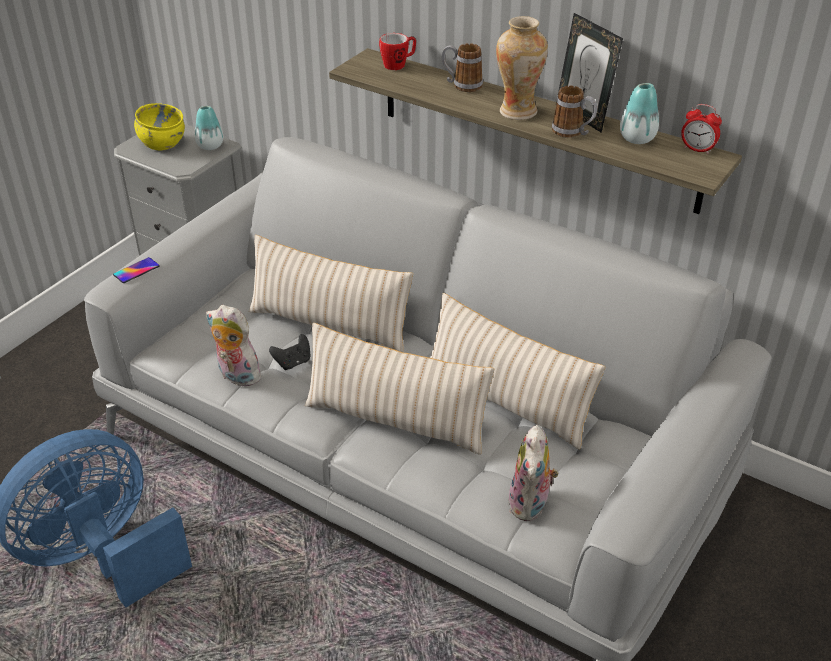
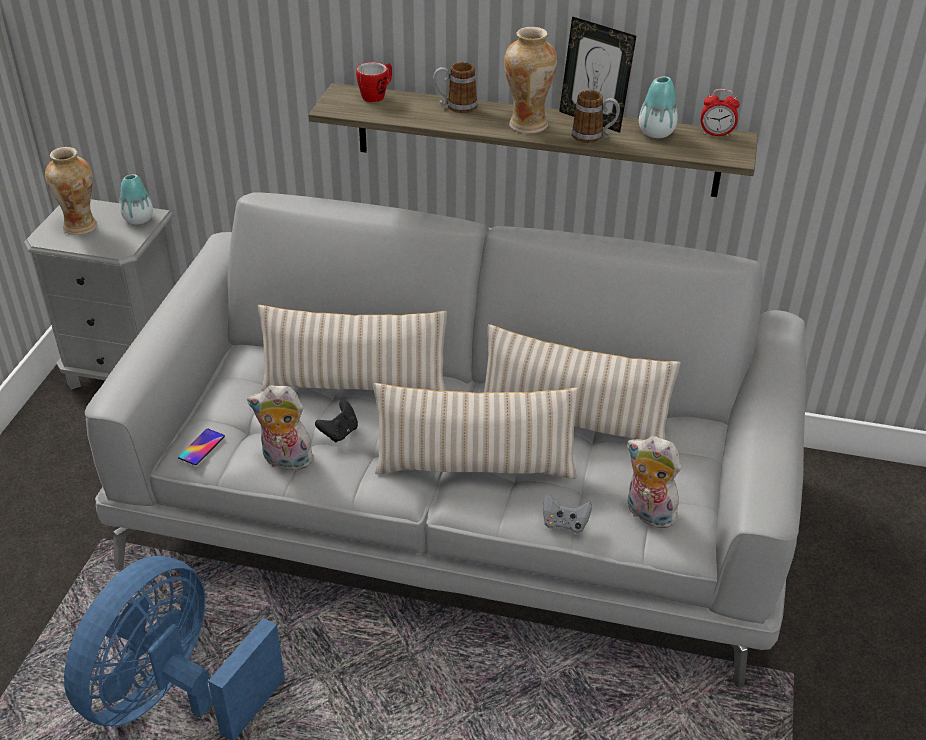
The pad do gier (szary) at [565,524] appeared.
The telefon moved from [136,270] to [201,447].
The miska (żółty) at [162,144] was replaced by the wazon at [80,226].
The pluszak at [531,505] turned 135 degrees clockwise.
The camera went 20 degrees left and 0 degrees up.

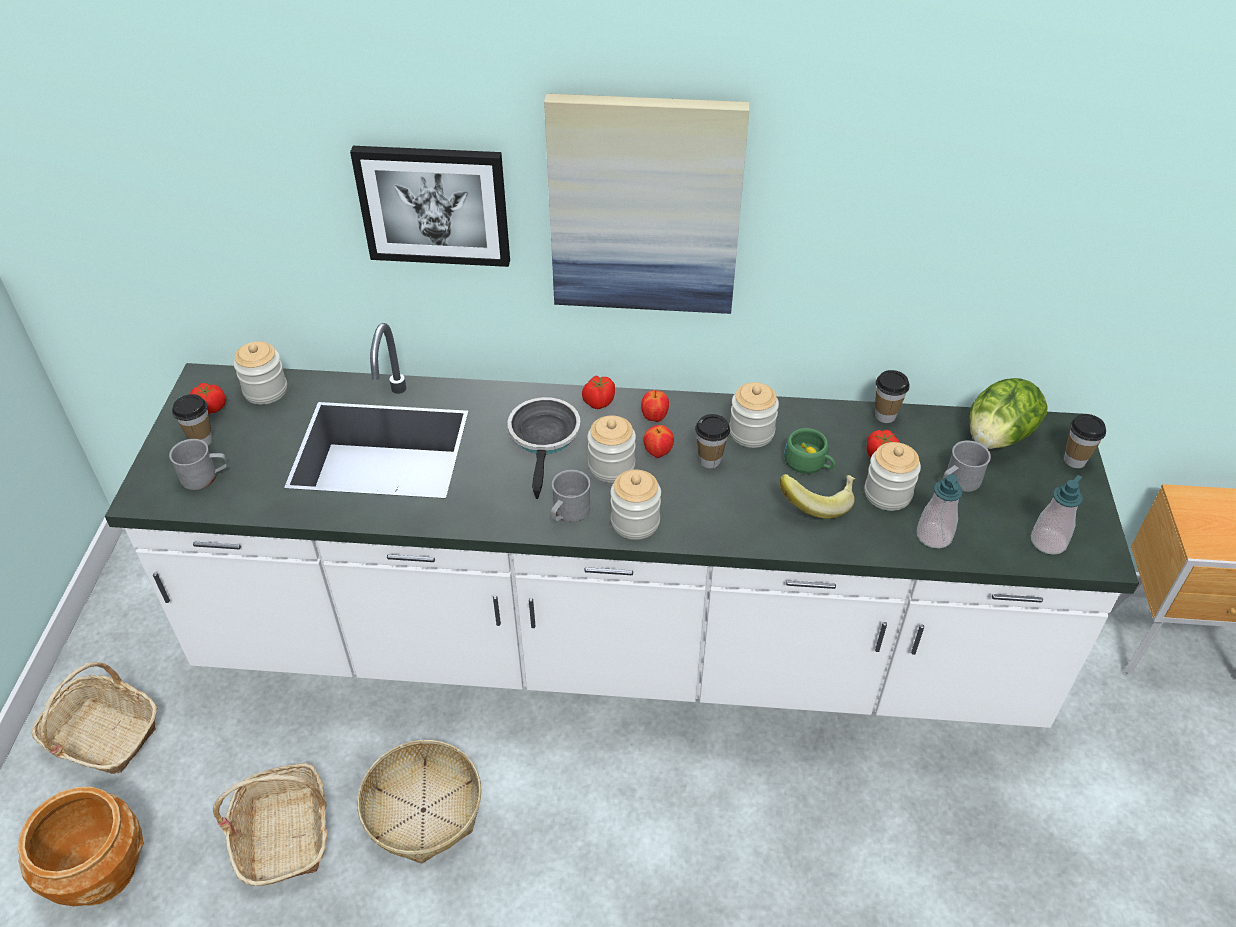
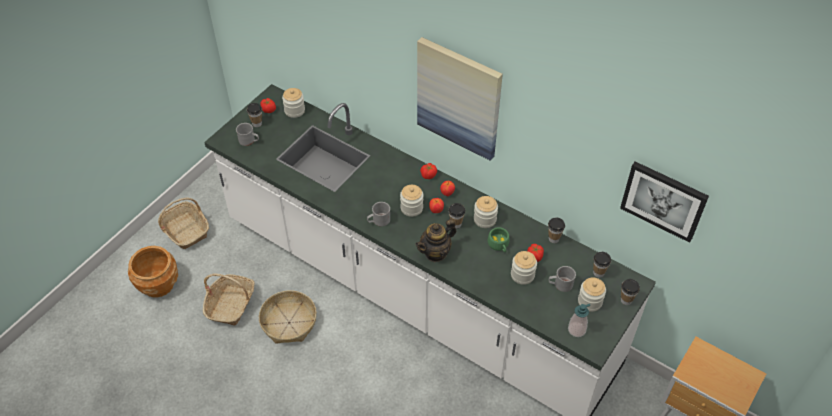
The patelnia at [545,439] disappeared.
The banan at [817,502] disappeared.
The dozownik mydła at [934,536] disappeared.
The imbryk at [436,252] appeared.
The obraz moved from [434,204] to [663,200].
The słoik moved from [635,522] to [590,301].
The sałata at [997,437] was replaced by the filiżanka at [598,273].
The camera went 30 degrees right and 5 degrees up.

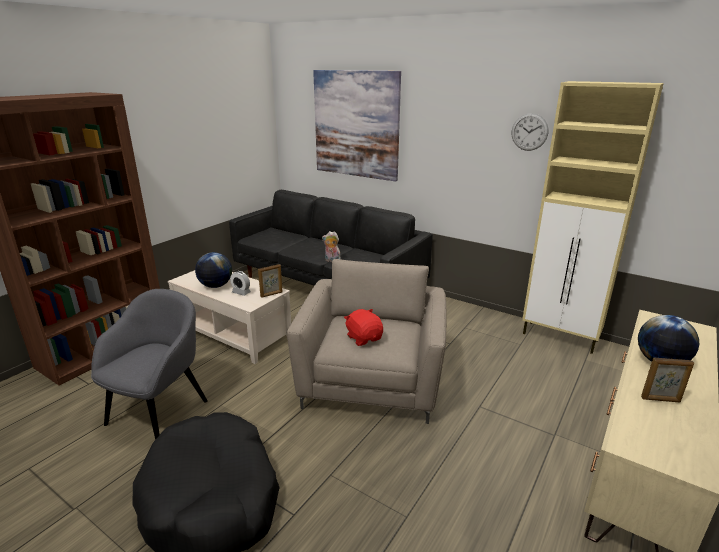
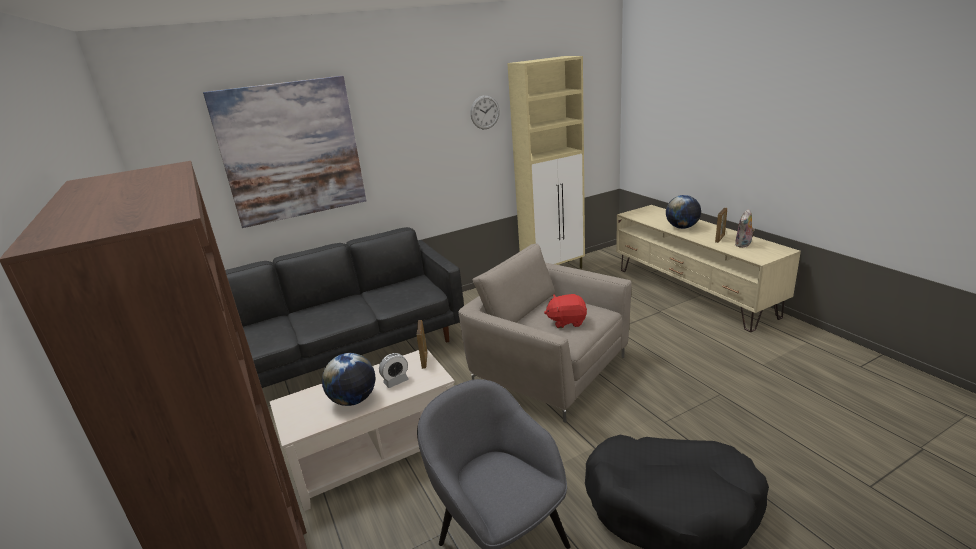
The pluszak moved from [332,261] to [744,245].
The camera went 60 degrees left and 0 degrees up.

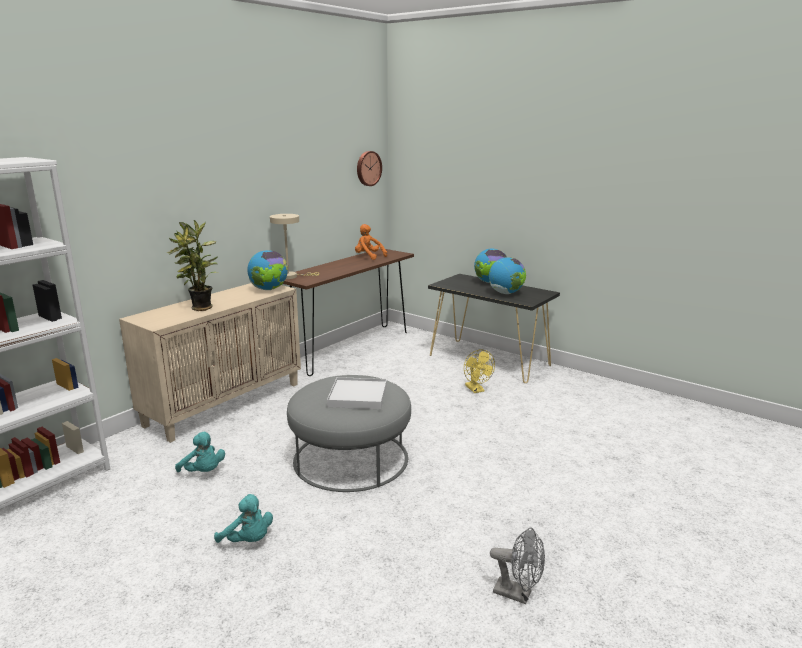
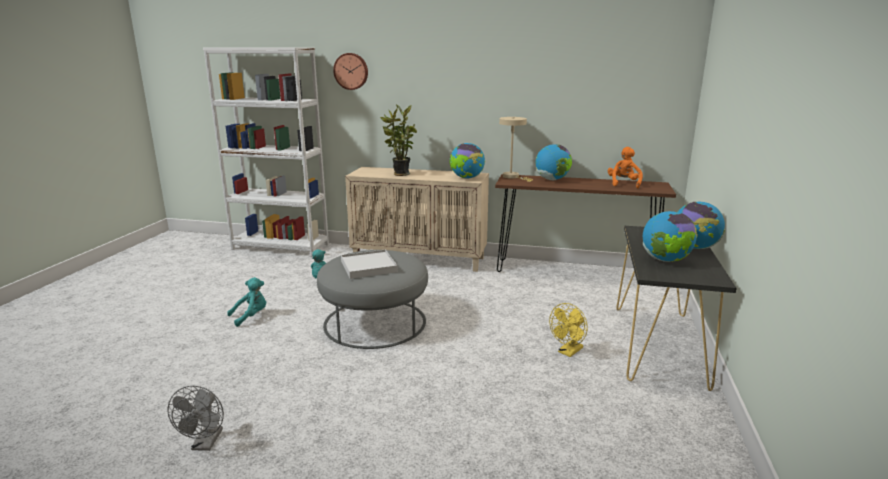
The globus at [552,180] appeared.
The zegar ścienny moved from [368,168] to [351,71].
The pluszak (turkusowy) at [248,541] turned 135 degrees counterclockwise.
The camera went 65 degrees right and 0 degrees up.

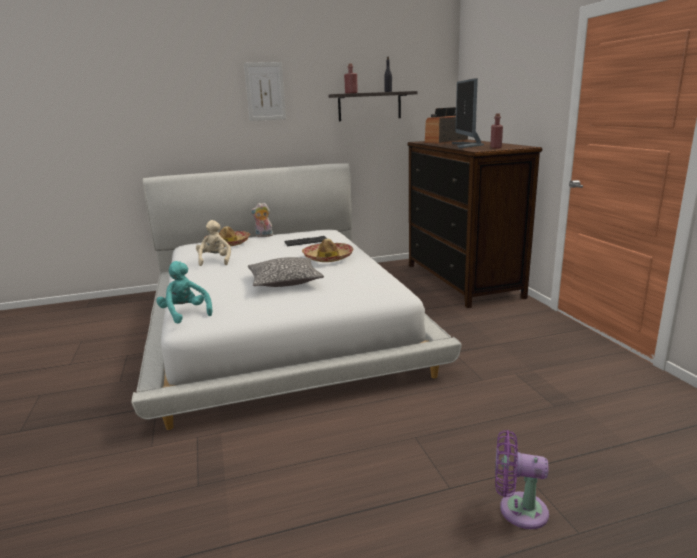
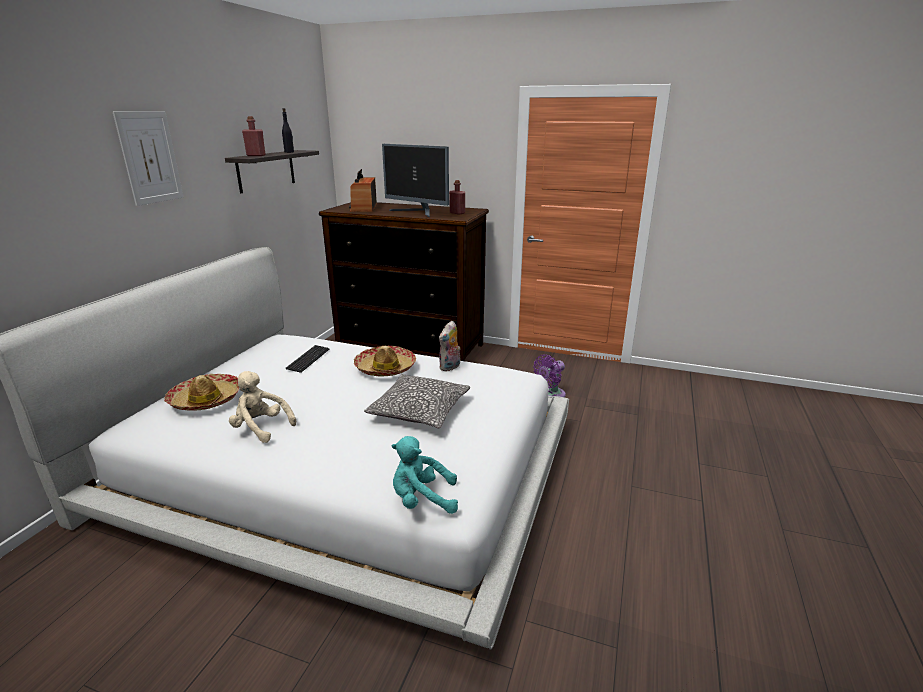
The pluszak moved from [263,236] to [450,367].
The wentylator (fioletowy) moved from [517,509] to [550,395].
The camera went 55 degrees left and 5 degrees up.

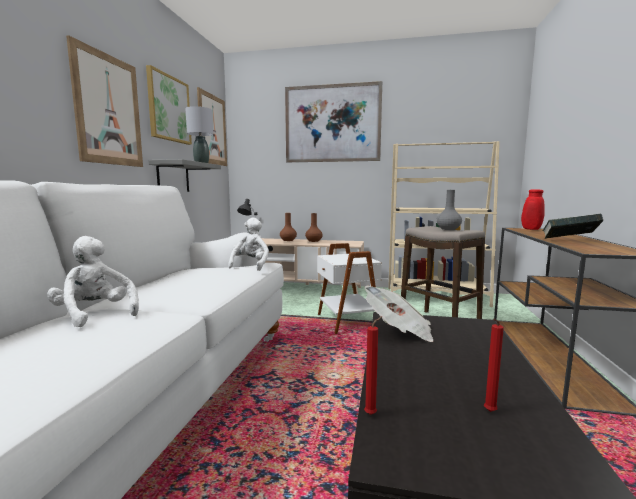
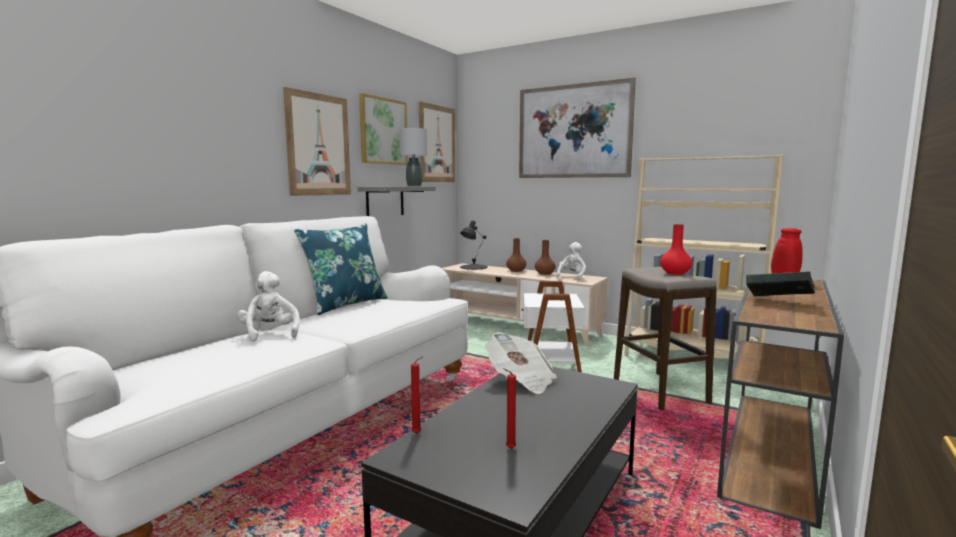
The poduszka (niebieski) at [345,304] appeared.
The pluszak (biały) moved from [250,265] to [572,277].
The wazon (szary) at [448,229] became the wazon (czerwony) at [675,273].
The camera went 20 degrees right and 0 degrees up.

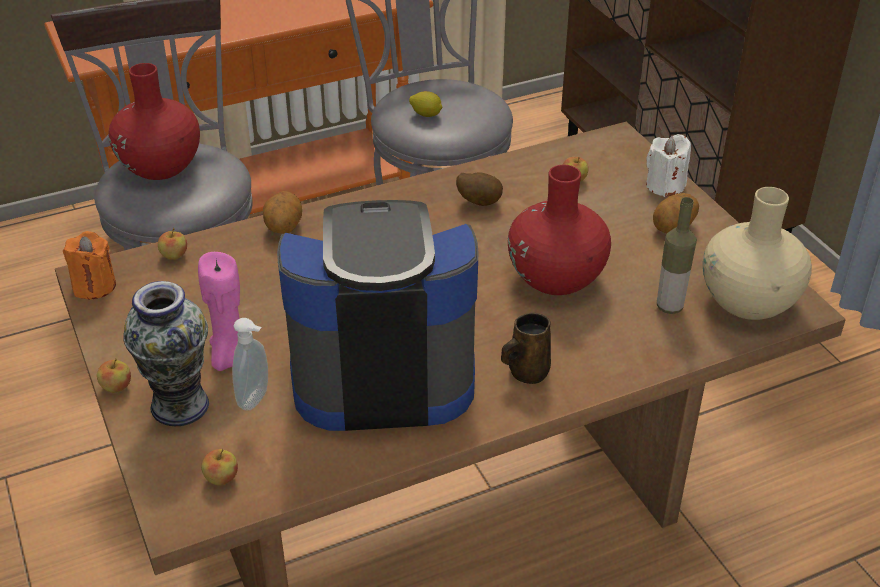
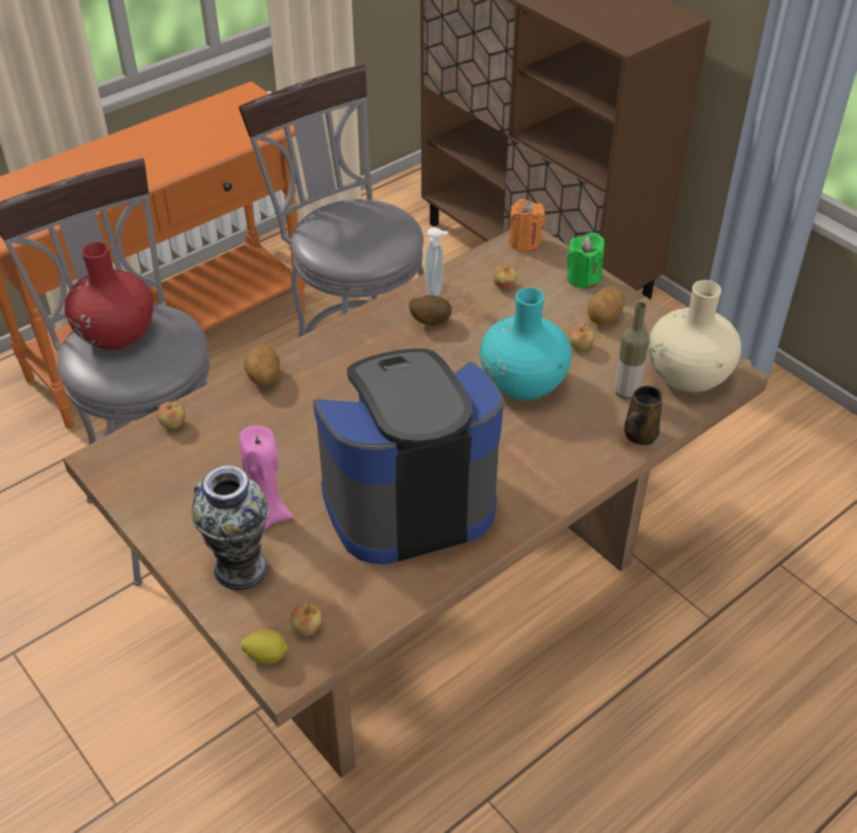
The świeca (pomarańczowy) moved from [94,286] to [524,242].
The jabłko moved from [116,387] to [580,346].
The dozownik mydła moved from [256,399] to [436,290].
The cytryna moved from [426,114] to [266,656].
The kubek (brązowy) moved from [526,372] to [639,435].
The wazon (czerwony) at [556,278] became the wazon (turkusowy) at [523,383].
The świeca (biały) at [665,186] became the świeca (zielony) at [583,278].
The camera went 15 degrees left and 5 degrees up.

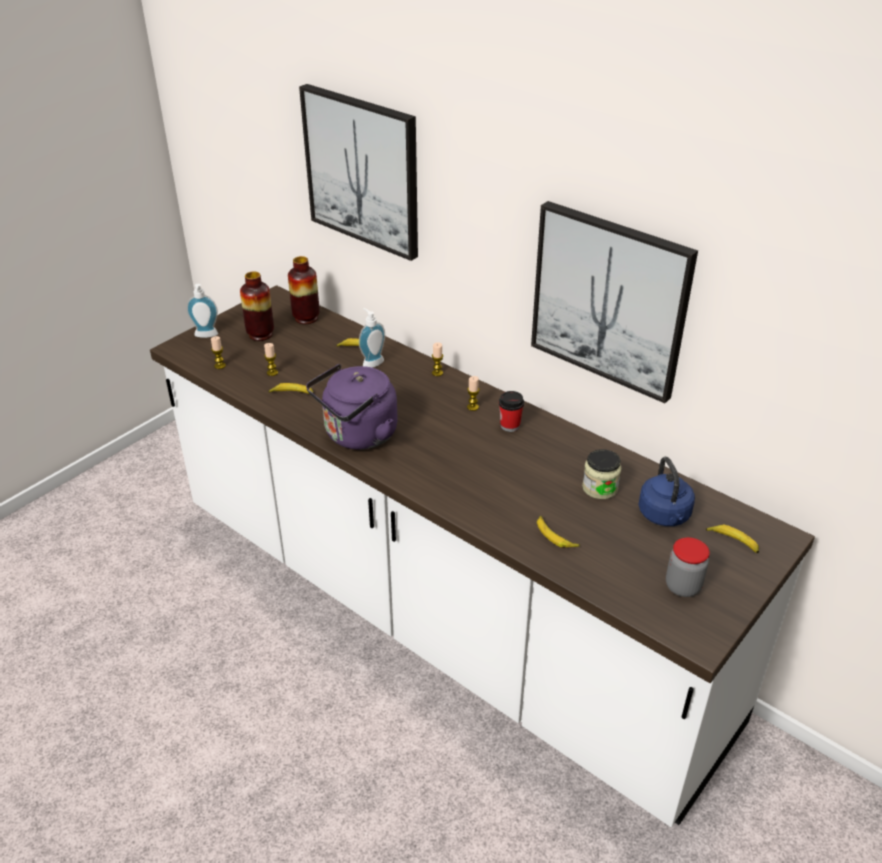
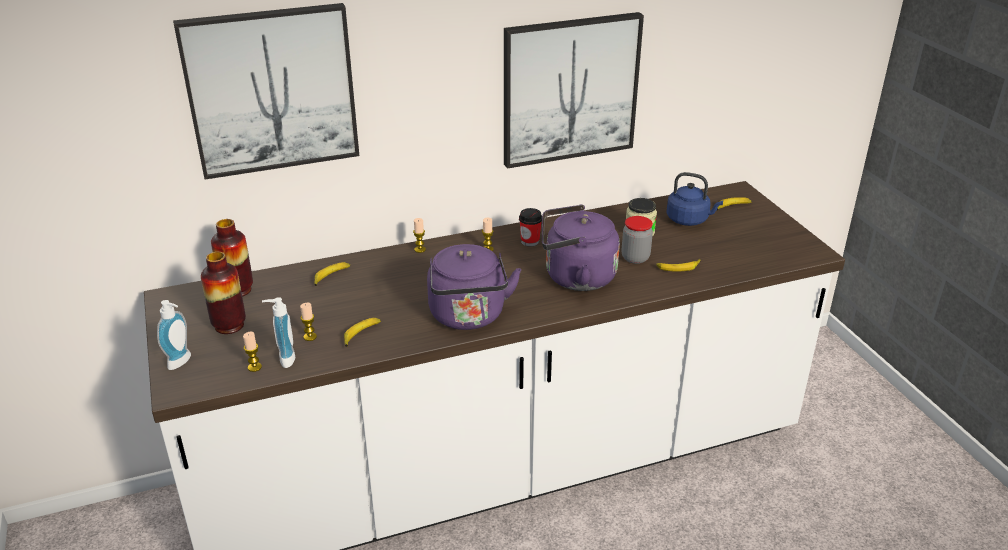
The czajnik (fioletowy) at [575,277] appeared.
The dozownik mydła moved from [371,362] to [284,359].
The słoik moved from [682,586] to [635,258].
The camera went 60 degrees left and 5 degrees down.

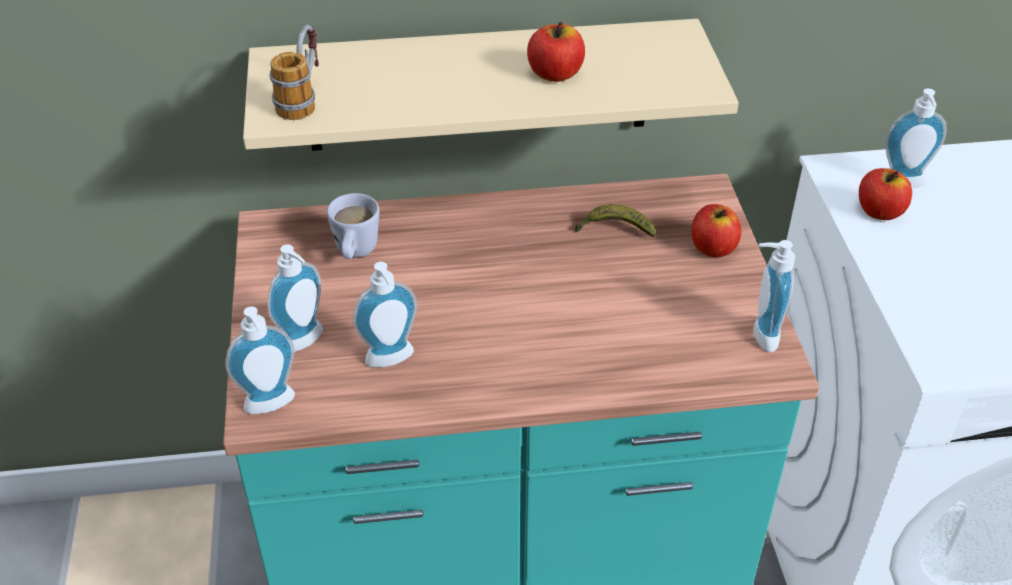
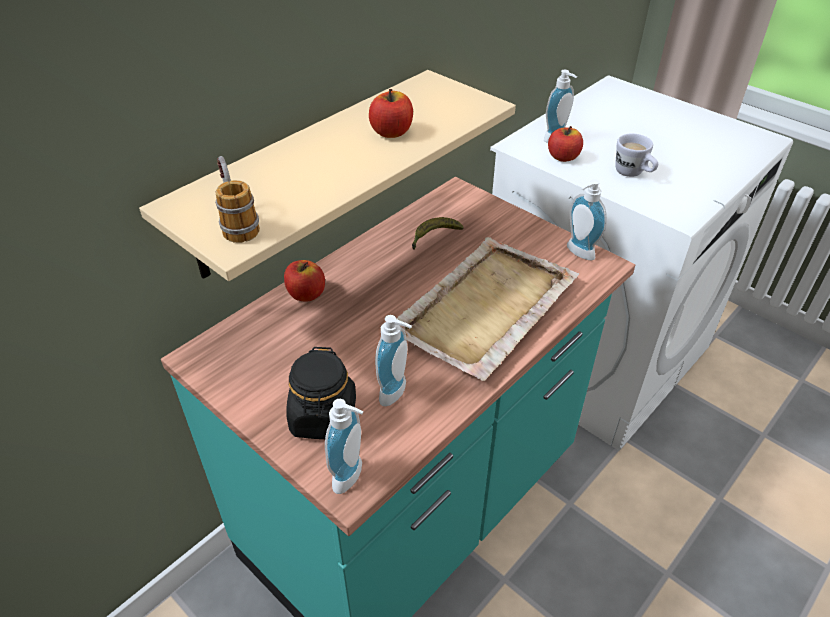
The taca (beżowy) at [483,309] appeared.
The kubek (biały) moved from [355,253] to [633,174].
The jabłko moved from [713,247] to [306,294].
The dozownik mydła at [306,342] was replaced by the słoik (czarny) at [324,418].
The camera went 40 degrees left and 0 degrees up.

